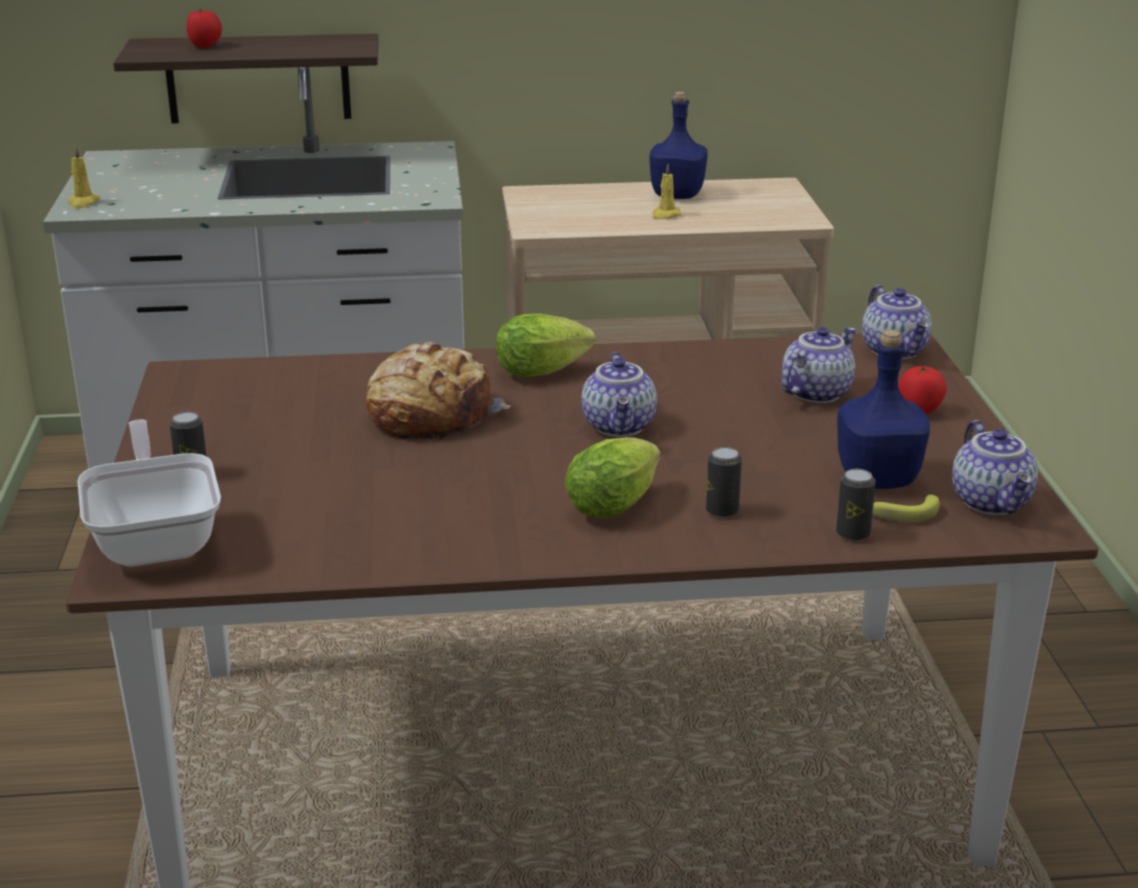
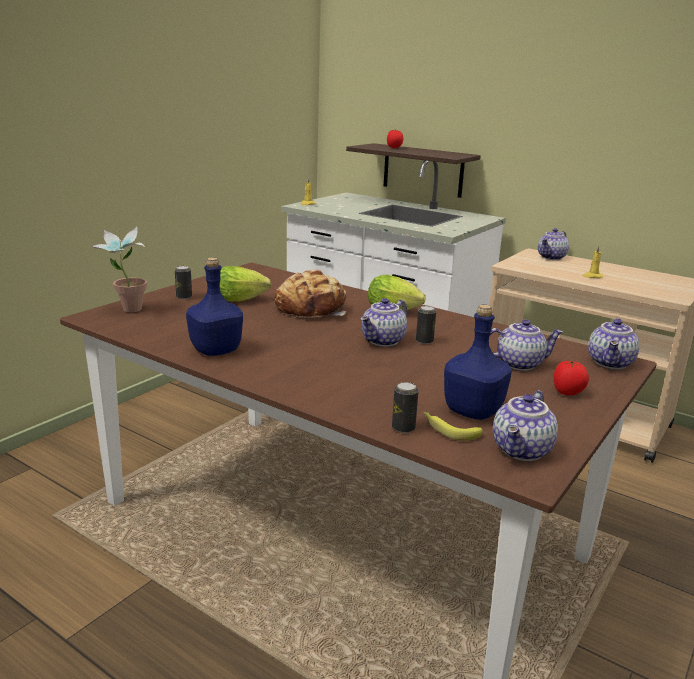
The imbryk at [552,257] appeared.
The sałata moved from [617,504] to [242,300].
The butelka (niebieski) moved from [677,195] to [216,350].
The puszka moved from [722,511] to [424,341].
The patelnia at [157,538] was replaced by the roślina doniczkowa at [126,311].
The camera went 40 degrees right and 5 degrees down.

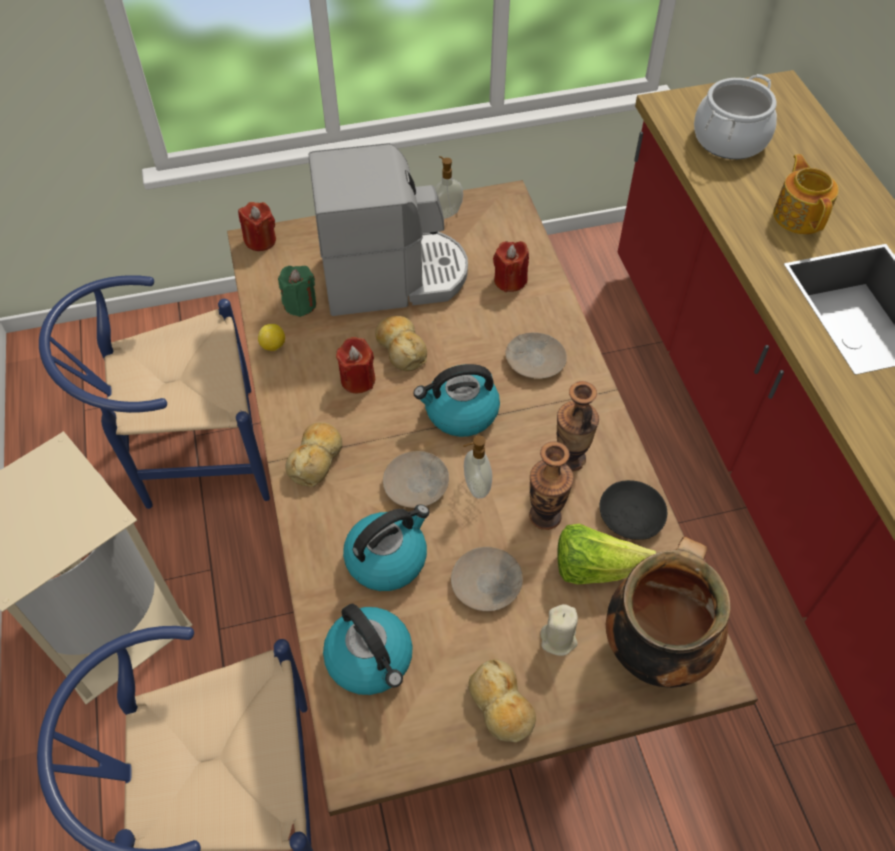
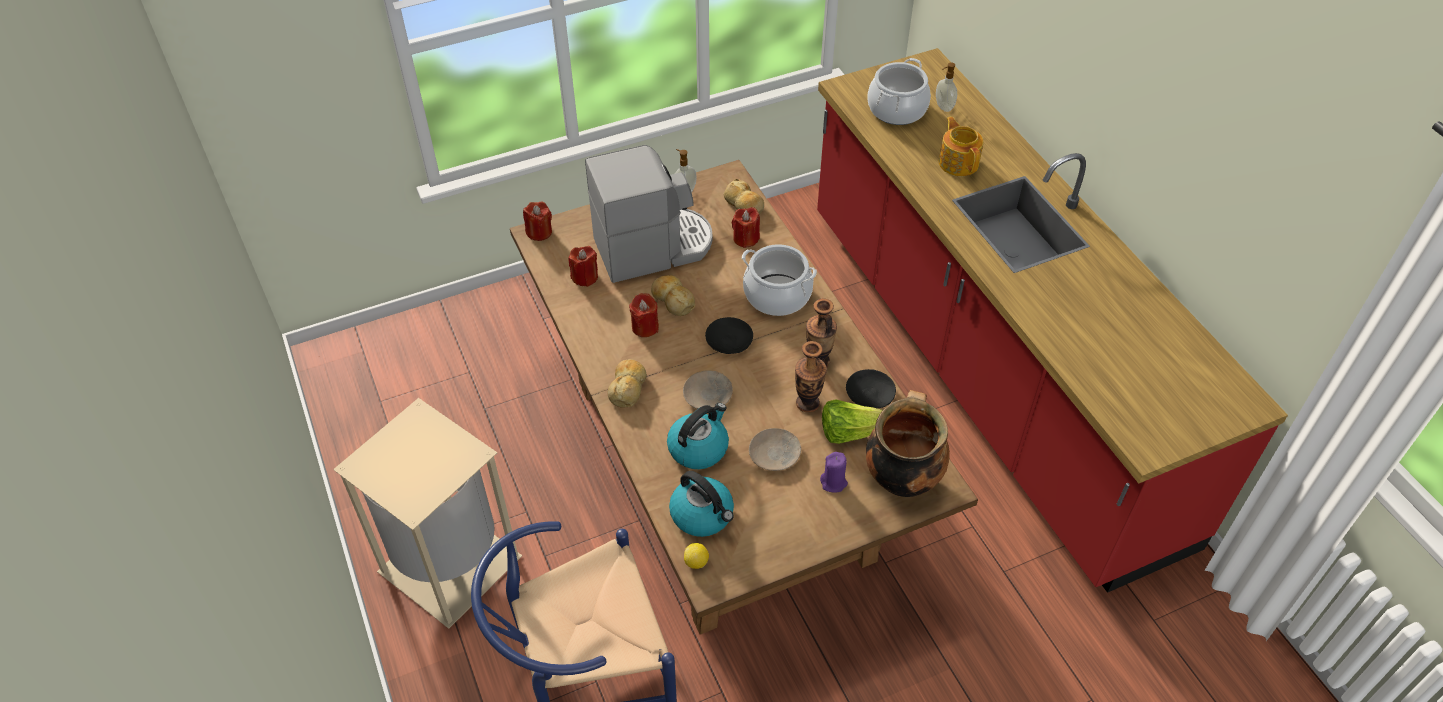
The krzesło (niebieski) at [189,456] disappeared.
The cytryna moved from [273,346] to [696,562].
The dozownik mydła moved from [475,487] to [943,107].
The chleb moved from [501,706] to [744,204].
The czajnik at [460,413] was replaced by the talerz (czarny) at [729,340].
The talerz (beżowy) at [534,360] was replaced by the garnek at [777,295].
The świeca (zielony) at [300,304] became the świeca (czerwony) at [585,277].
The świeca (beżowy) at [558,639] became the świeca (fioletowy) at [833,482].
The camera went 10 degrees left and 5 degrees down.

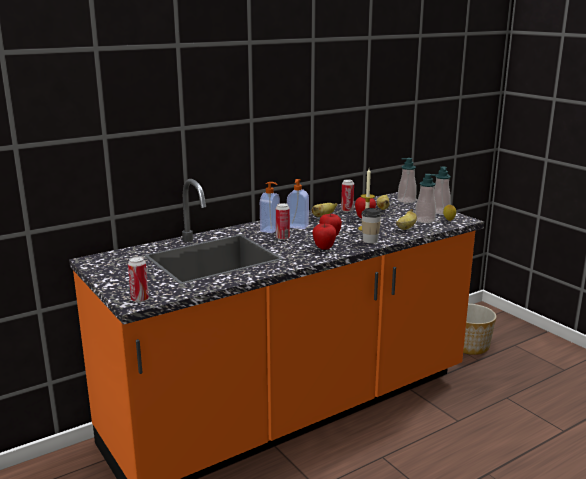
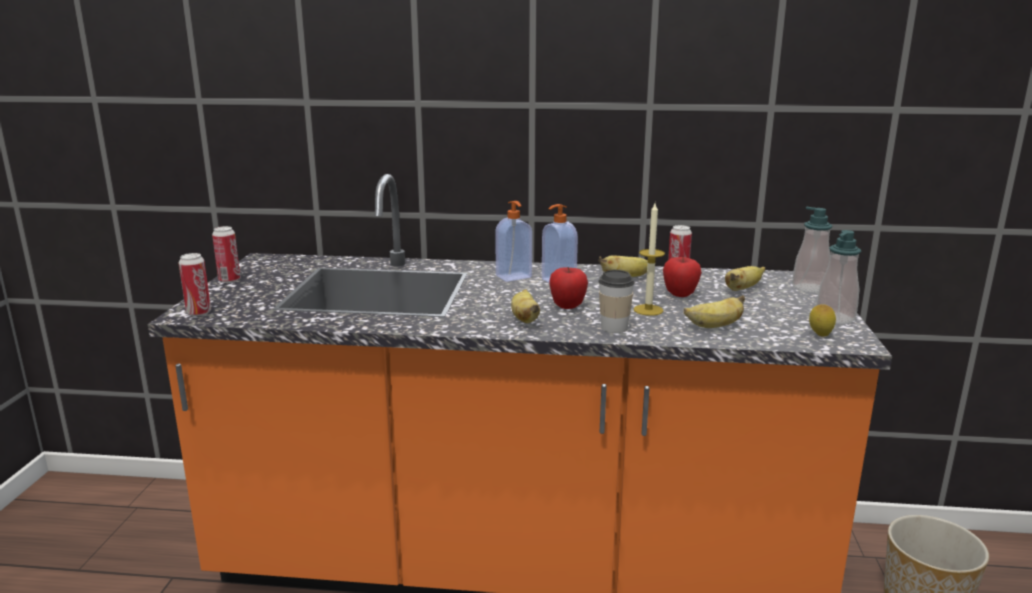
The dozownik mydła at [424,220] disappeared.
The puszka moved from [282,238] to [229,280].
The jabłko at [324,248] was replaced by the banan at [525,319].
The camera went 40 degrees right and 0 degrees up.

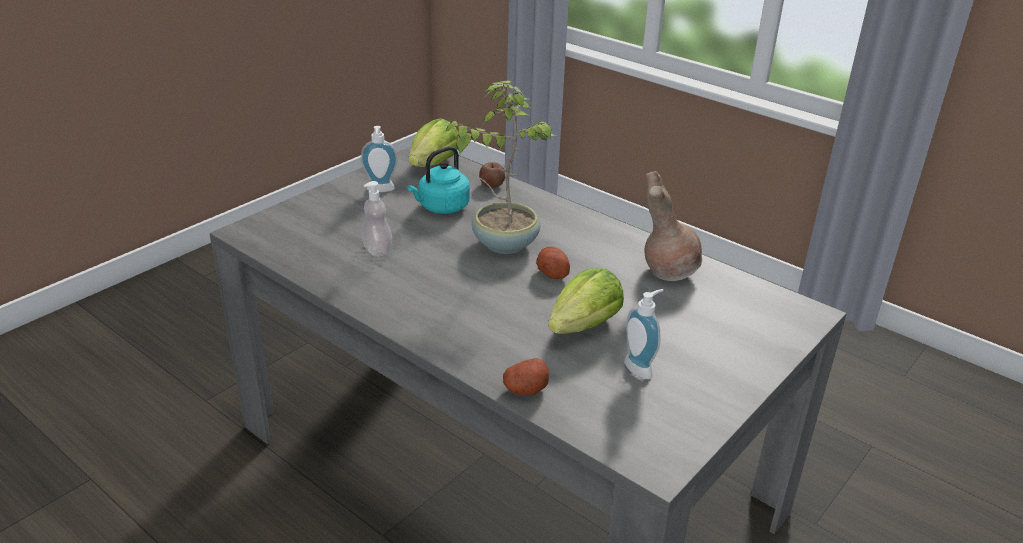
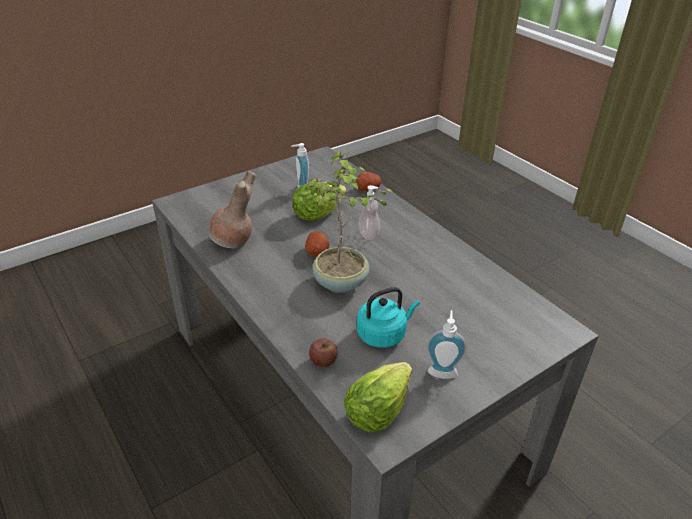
The dozownik mydła moved from [377,250] to [368,234].
The camera went 165 degrees left and 5 degrees up.

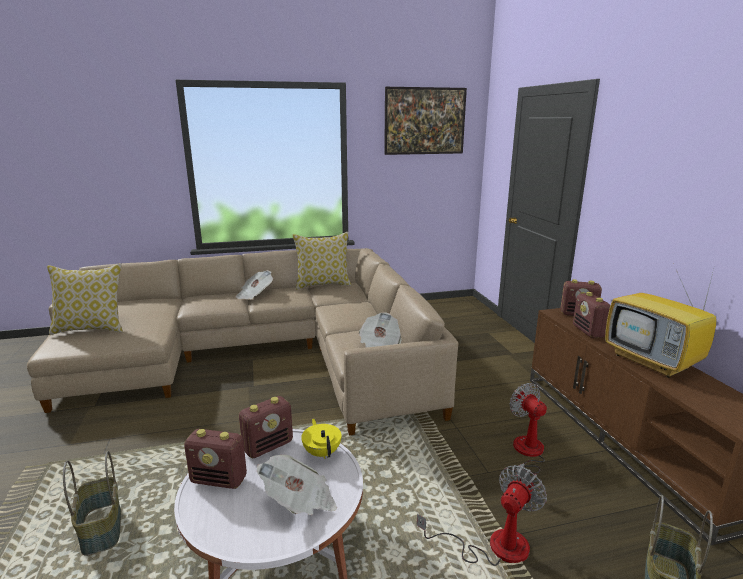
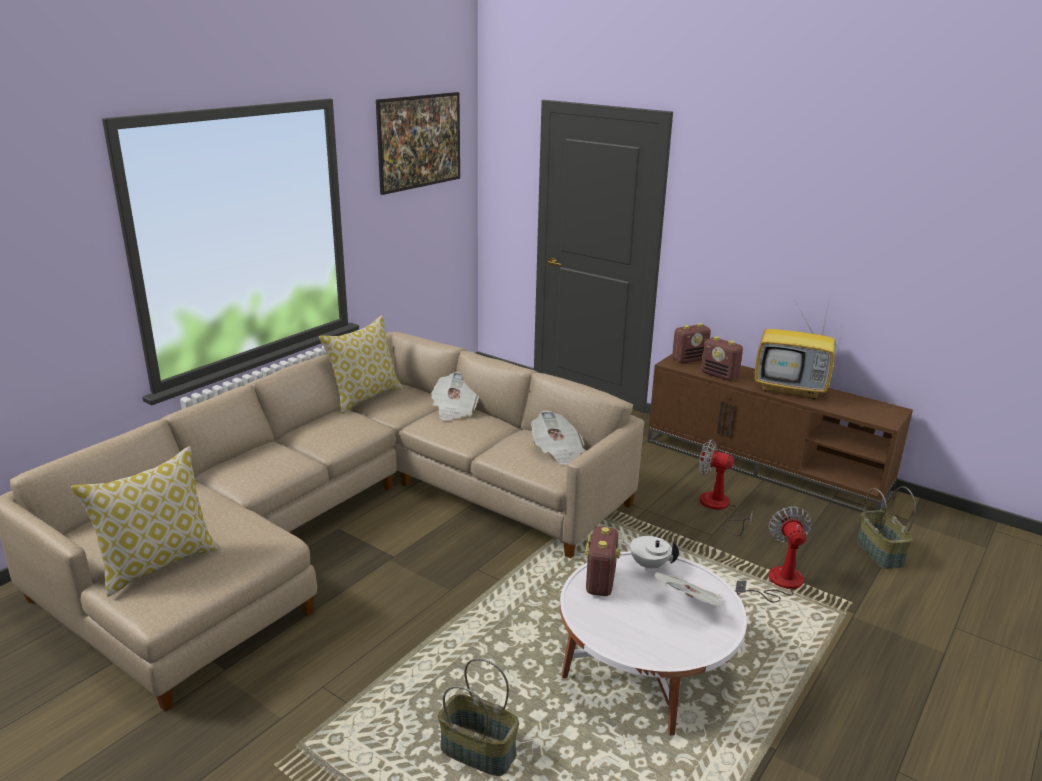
The radio at [219,480] disappeared.
The gazeta moved from [255,295] to [455,409].
The imbryk (żółty) at [322,452] became the imbryk (biały) at [648,564].
The camera went 40 degrees left and 5 degrees up.

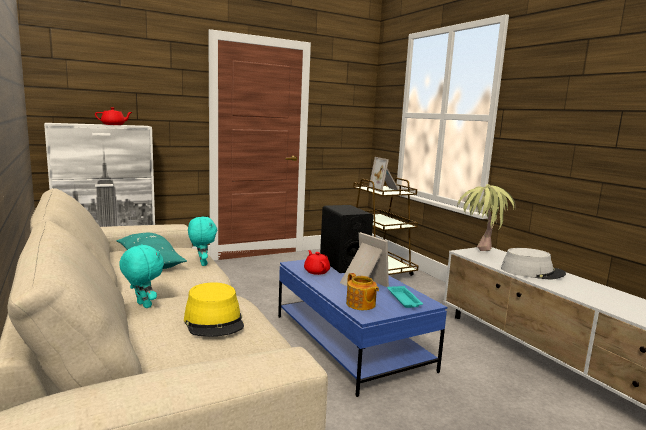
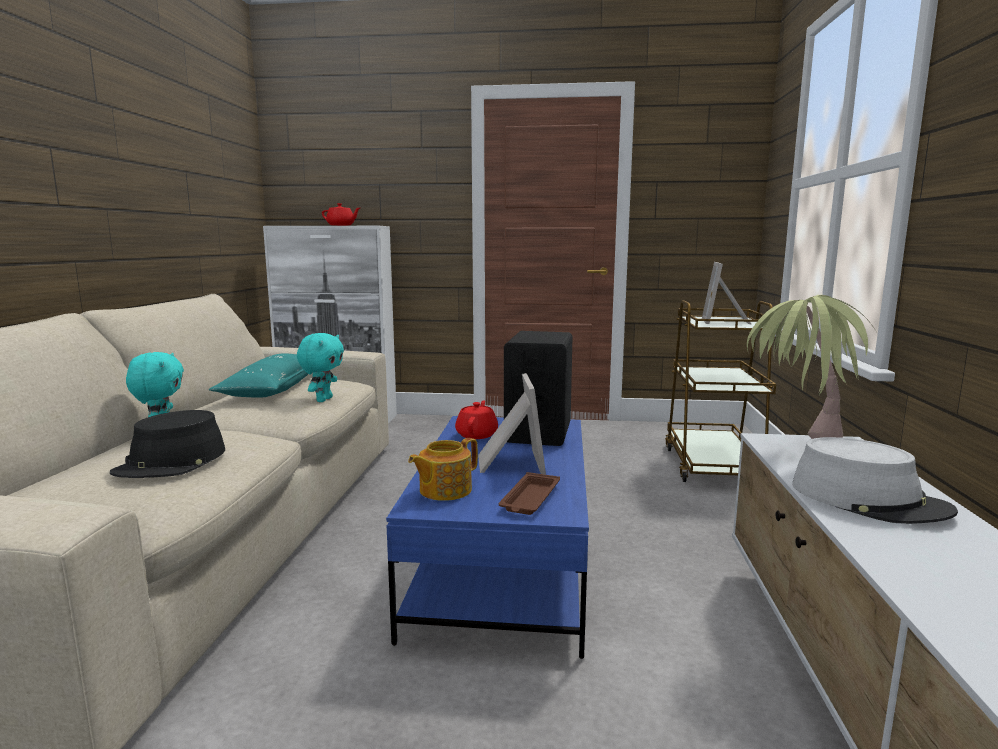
The kapelusz (żółty) at [214,321] became the kapelusz (czarny) at [172,462].
The taca (turkusowy) at [404,300] became the taca (brązowy) at [530,499].
The imbryk at [360,304] turned 45 degrees clockwise.
The camera went 35 degrees right and 0 degrees up.

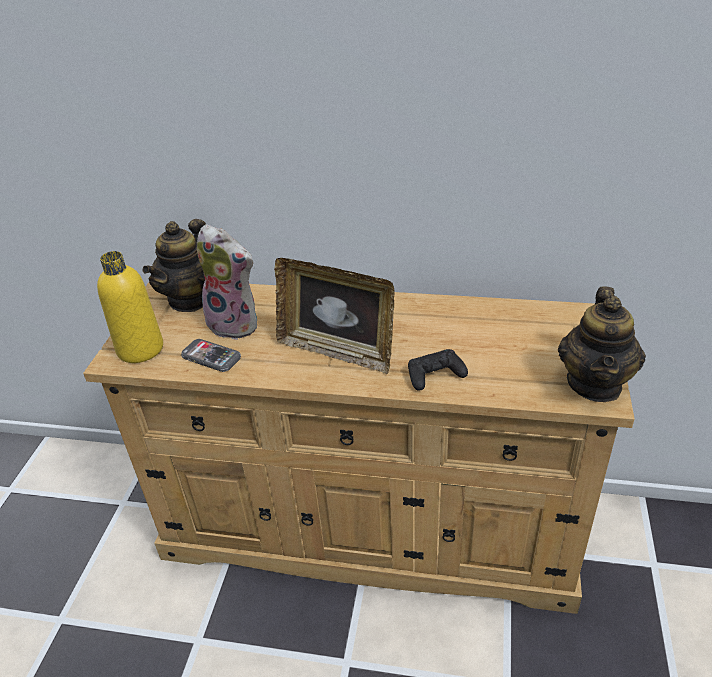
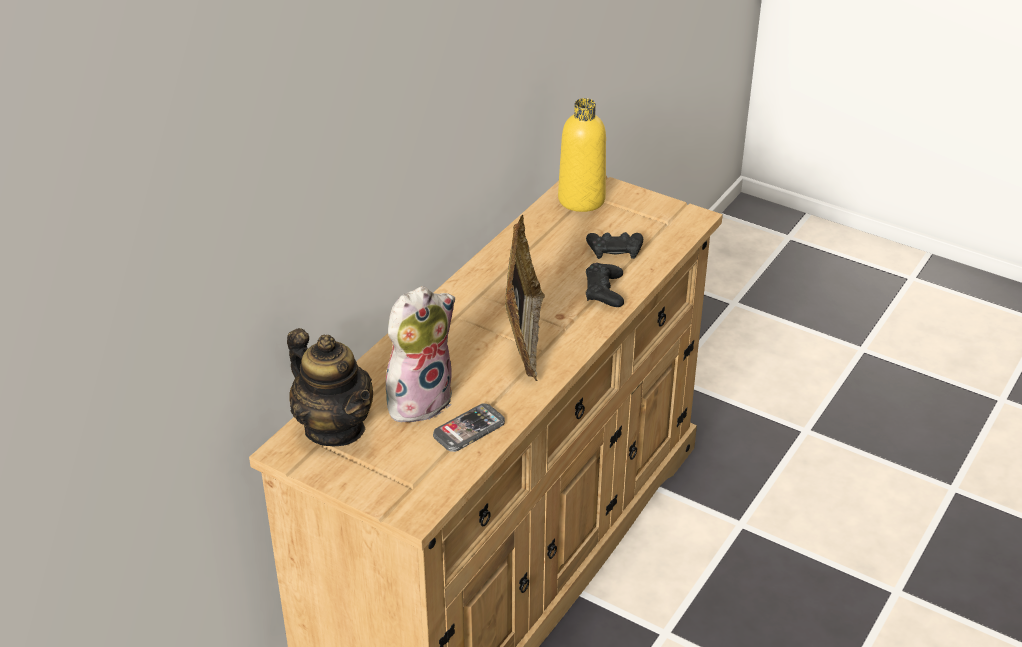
The imbryk at [595,384] disappeared.
The pad do gier (czarny) at [615,250] appeared.
The butelka (żółty) moved from [140,349] to [581,199].
The ramka na zdjęcie at [337,350] turned 45 degrees counterclockwise.
The camera went 70 degrees left and 0 degrees up.

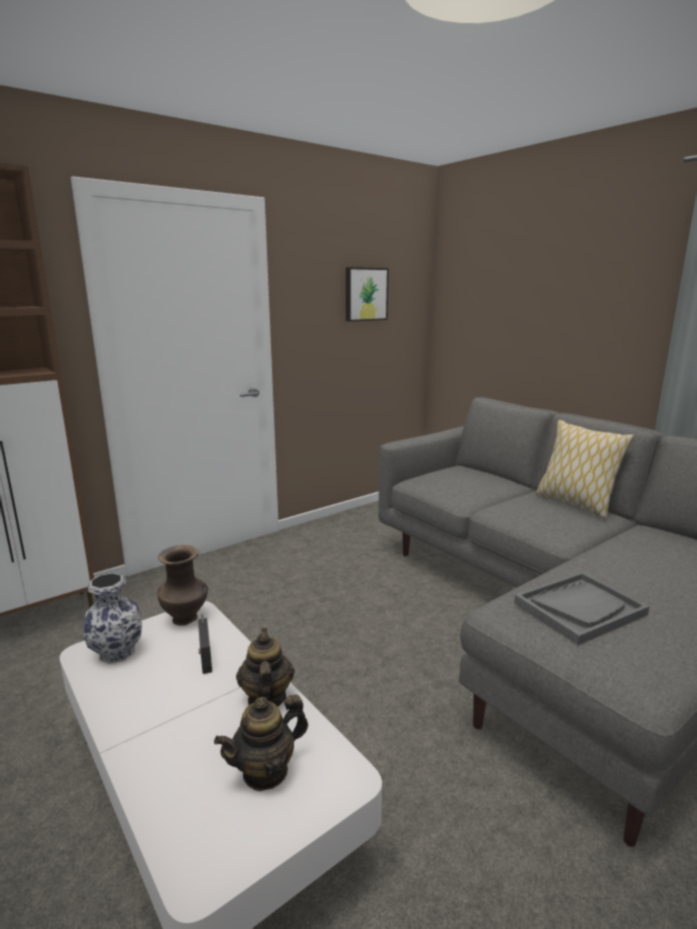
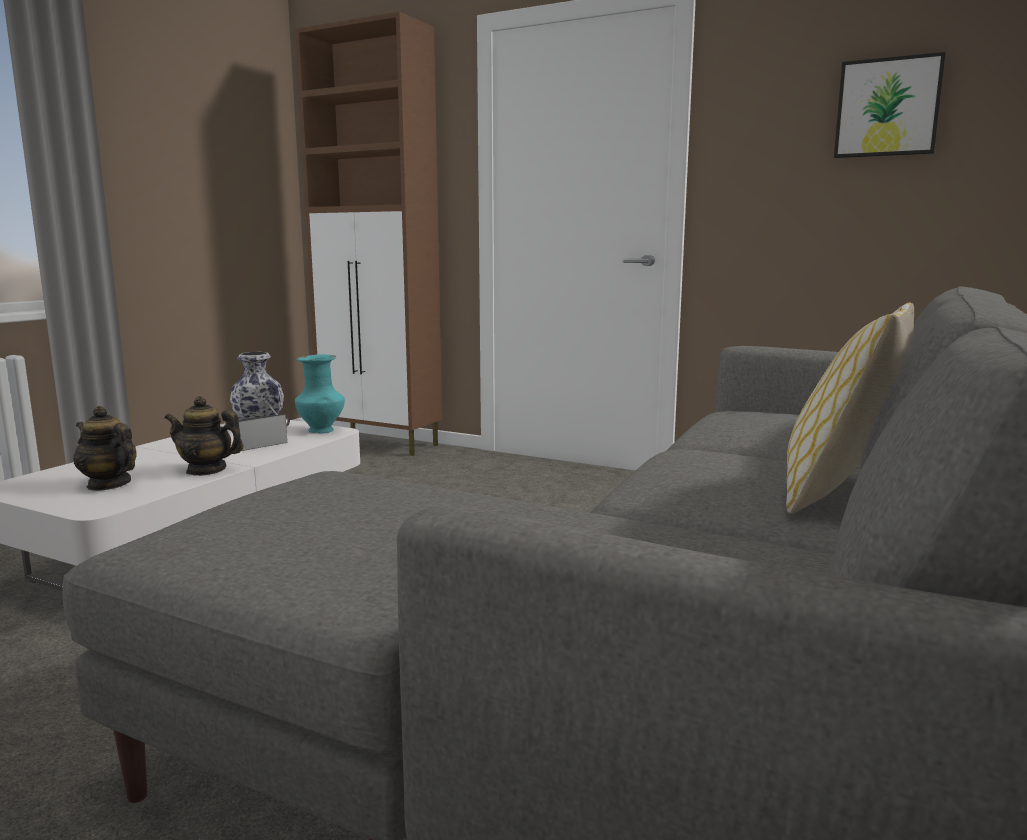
The taca (szary) at [579,608] disappeared.
The wazon (brązowy) at [186,618] became the wazon (turkusowy) at [321,431].
The imbryk at [266,698] turned 135 degrees counterclockwise.
The camera went 65 degrees right and 5 degrees down.

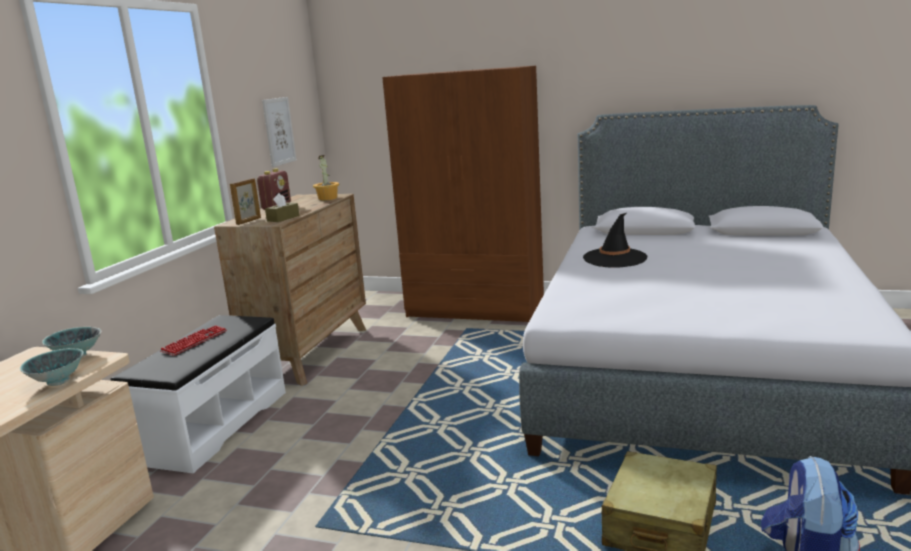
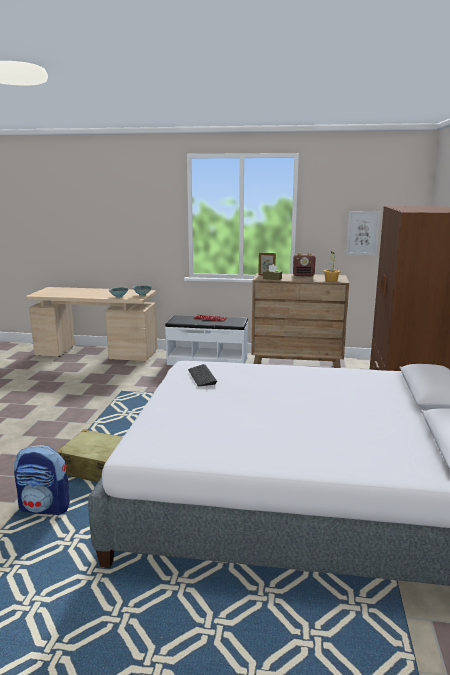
The kapelusz (czarny) at [615,258] disappeared.
The klawiatura at [202,376] appeared.
The camera went 80 degrees right and 0 degrees up.

